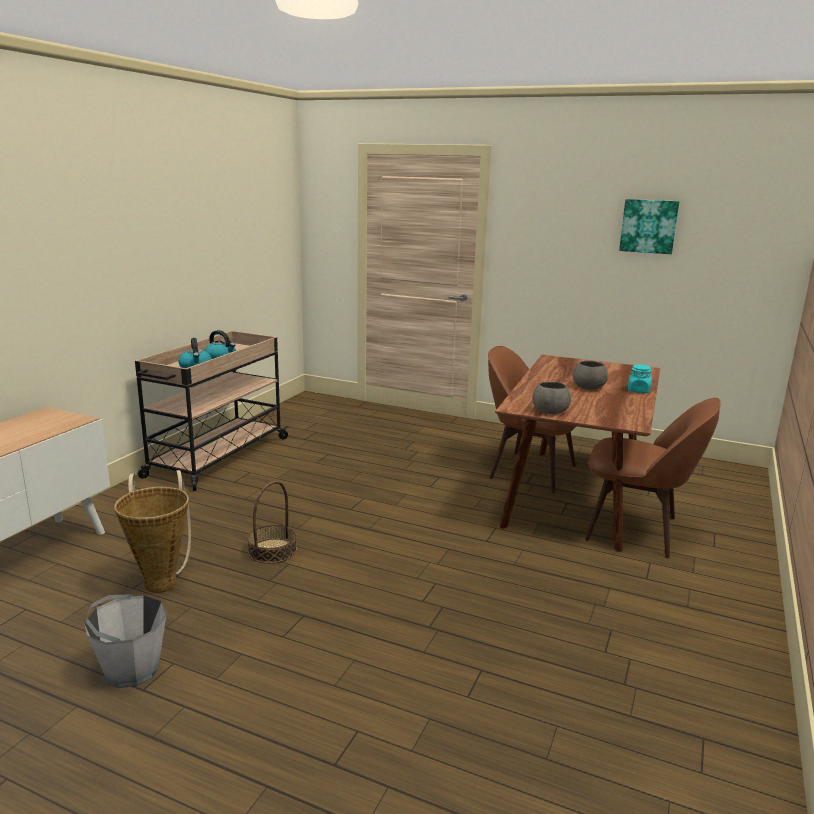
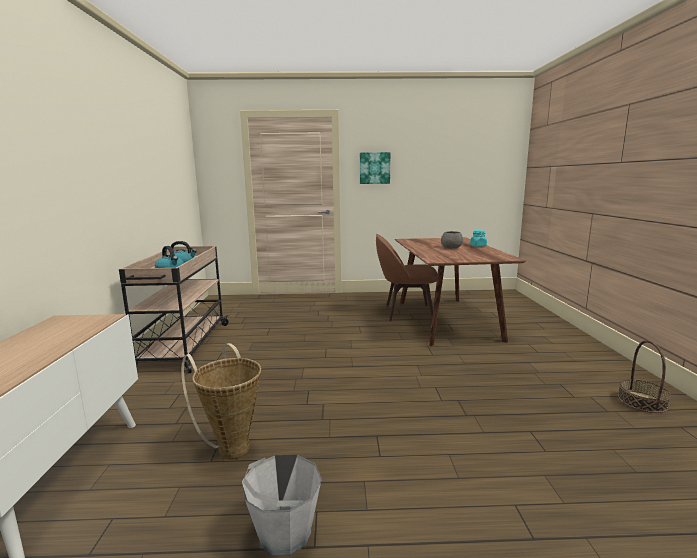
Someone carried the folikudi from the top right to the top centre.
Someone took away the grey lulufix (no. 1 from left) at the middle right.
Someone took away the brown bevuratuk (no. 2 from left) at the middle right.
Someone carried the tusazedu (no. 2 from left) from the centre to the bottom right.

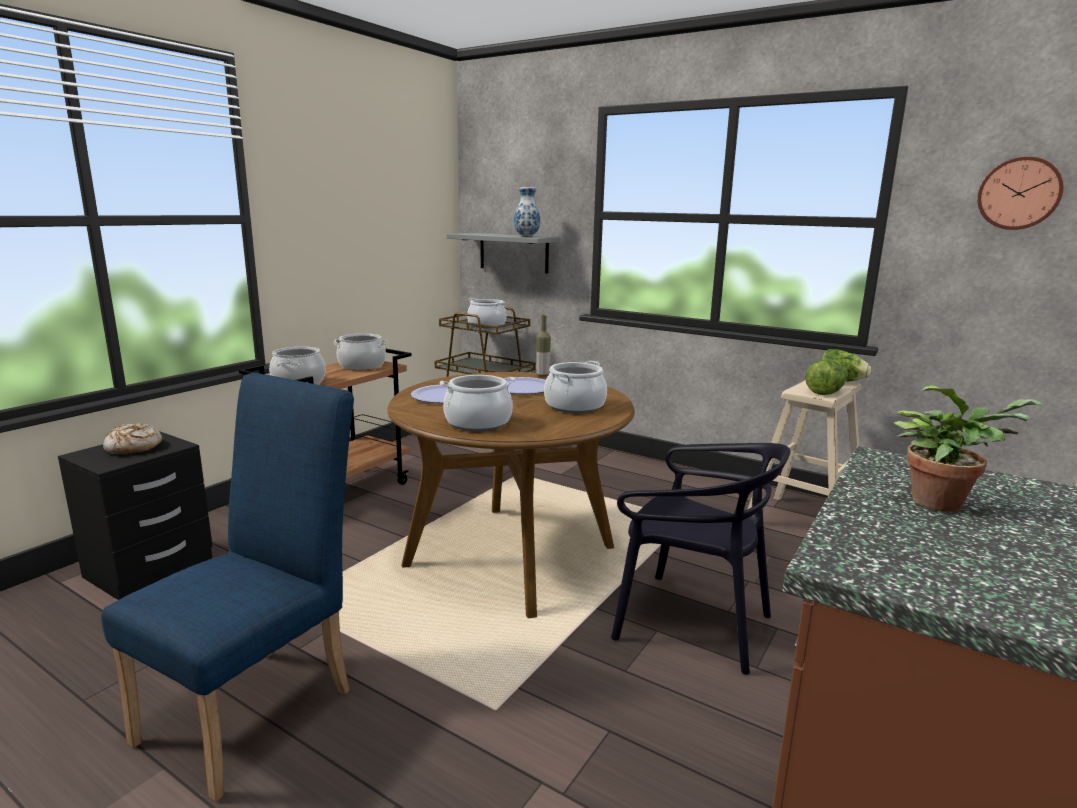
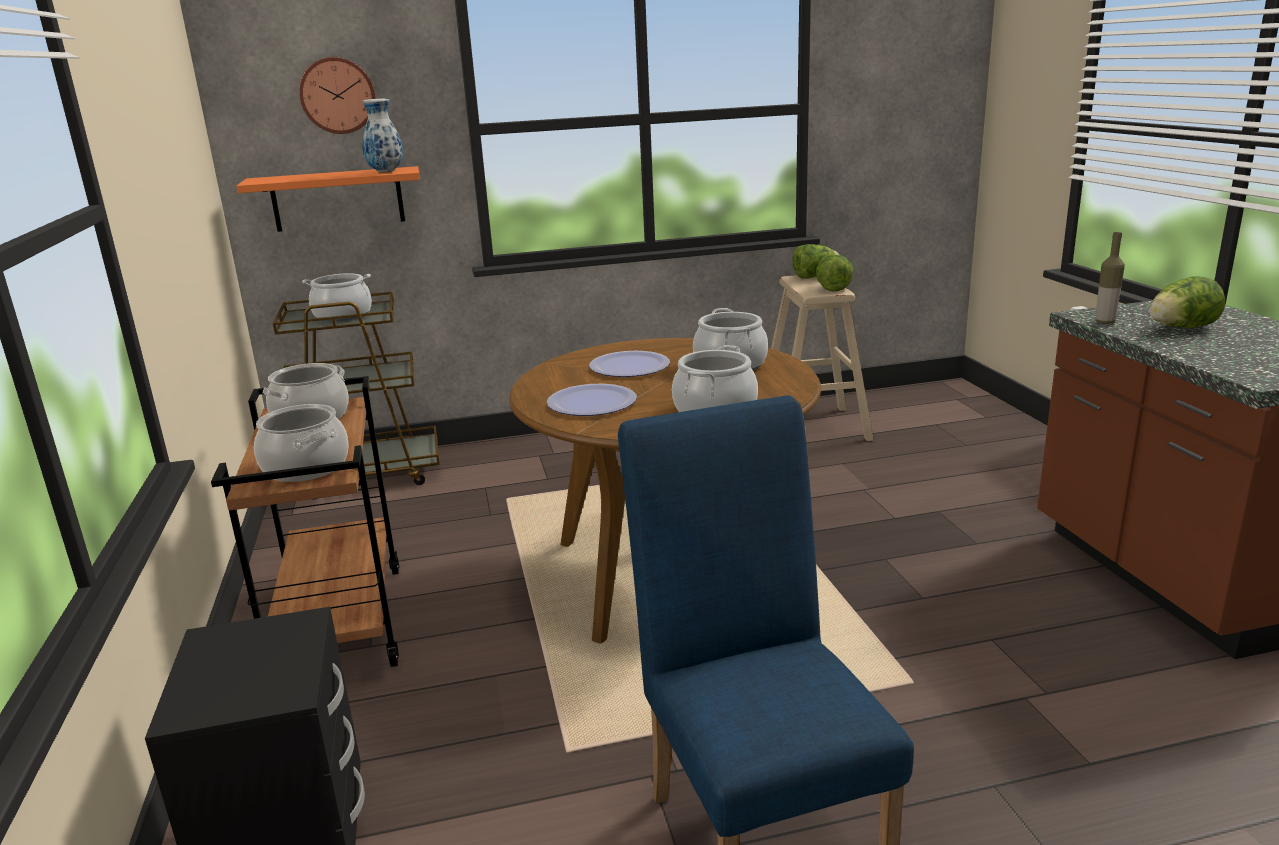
Someone carried the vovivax from the top right to the top left.
Someone repainted the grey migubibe at the top centre, which became the orange migubibe at the top left.
Someone carried the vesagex from the centre to the top right.
Someone swapped the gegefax at the middle right for the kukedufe (no. 3 from left) at the middle right.
Someone took away the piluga at the middle left.
Someone took away the black bevuratuk at the bottom centre.

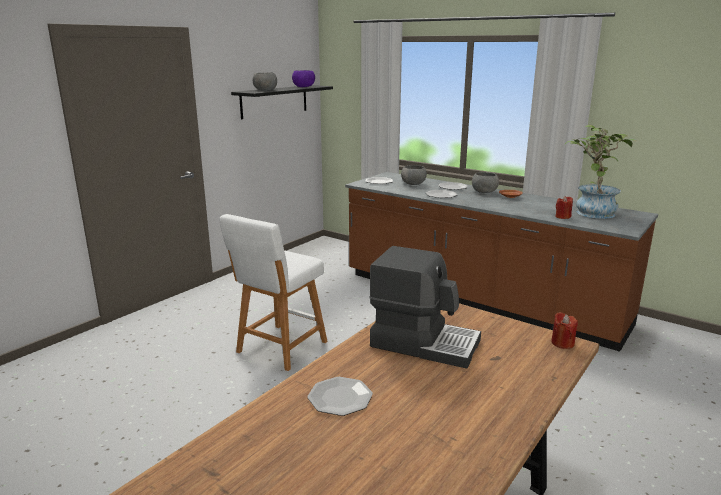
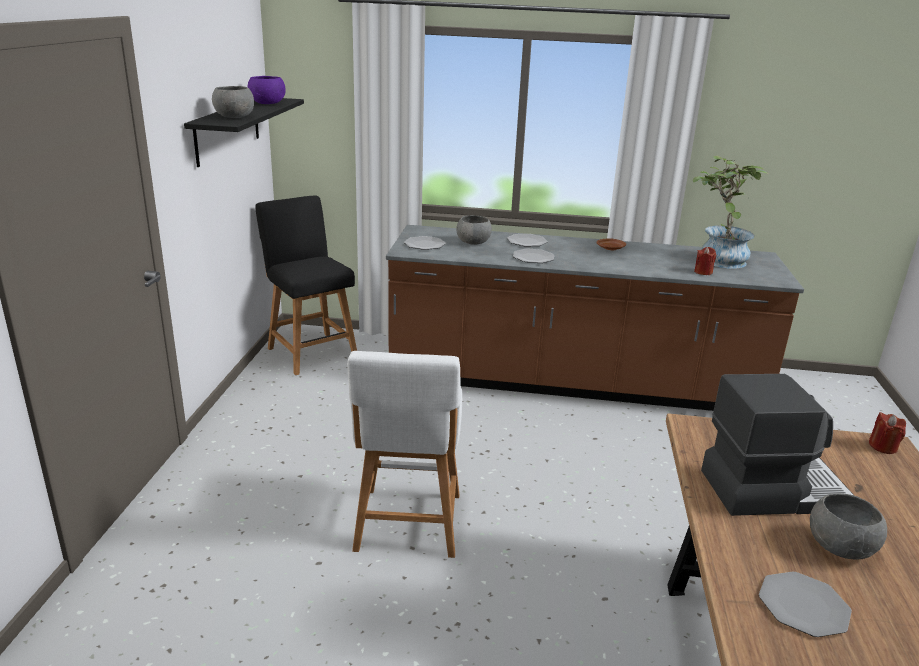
Someone carried the grey lulufix (no. 3 from left) from the middle right to the bottom right.
Someone put down the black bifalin at the middle left.

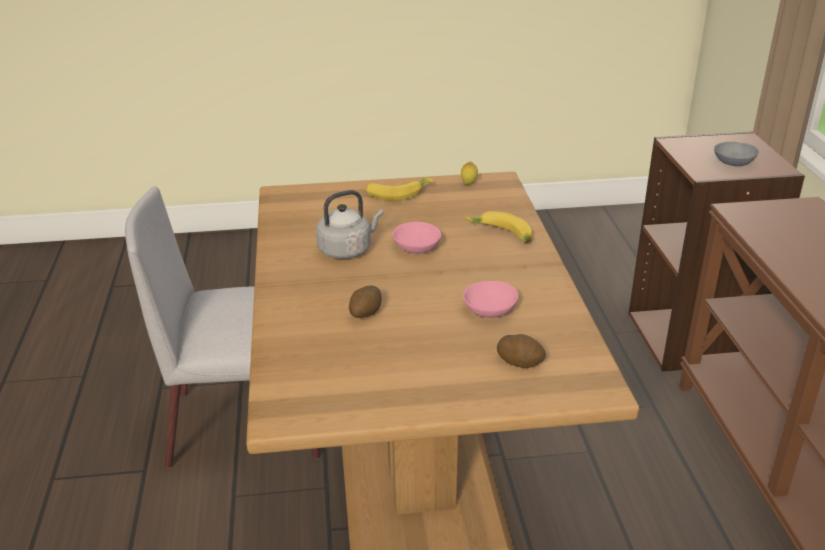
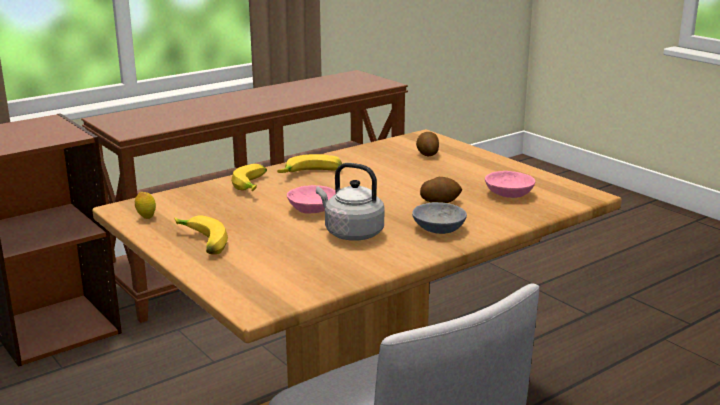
Someone carried the grey lulufix from the top right to the centre.
Someone carried the pink lulufix (no. 2 from left) from the centre to the middle right.
Someone put down the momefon (no. 3 from left) at the centre.

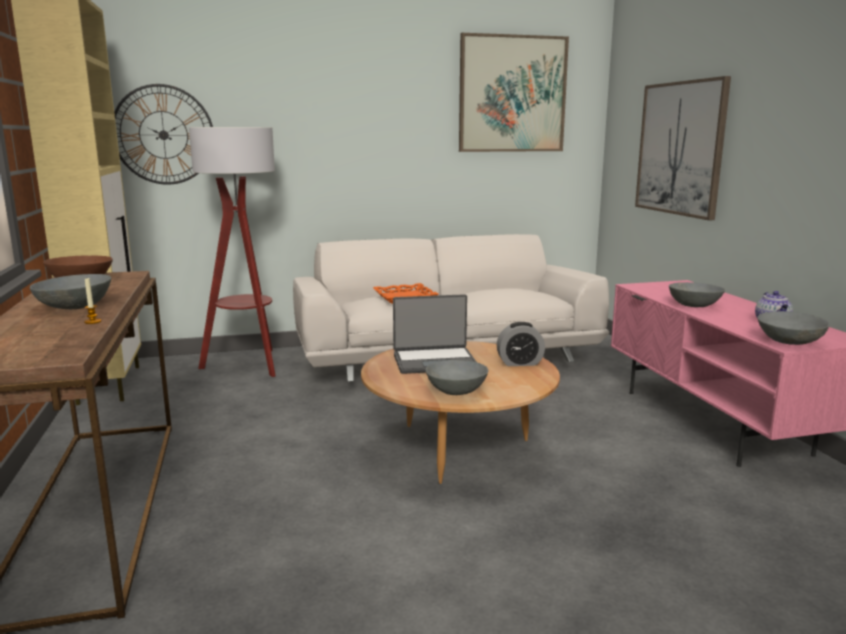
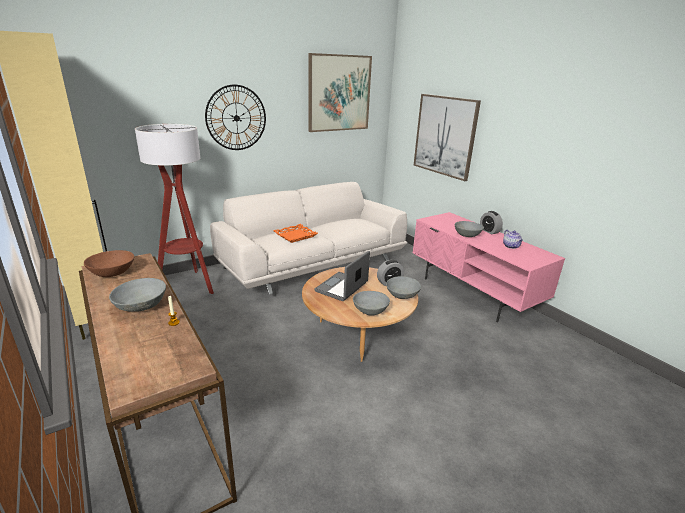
Someone carried the vovivax from the top left to the top centre.
Someone rotated the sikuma at the centre by 150 degrees clockwise.
Someone carried the grey lulufix (no. 4 from left in the first image) from the middle right to the centre.
Someone put down the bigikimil (no. 2 from left) at the middle right.

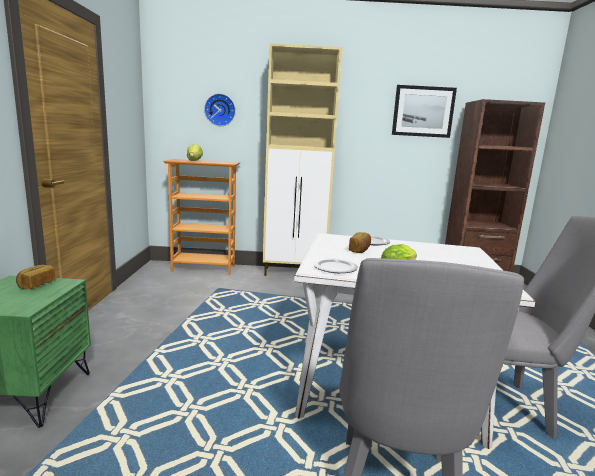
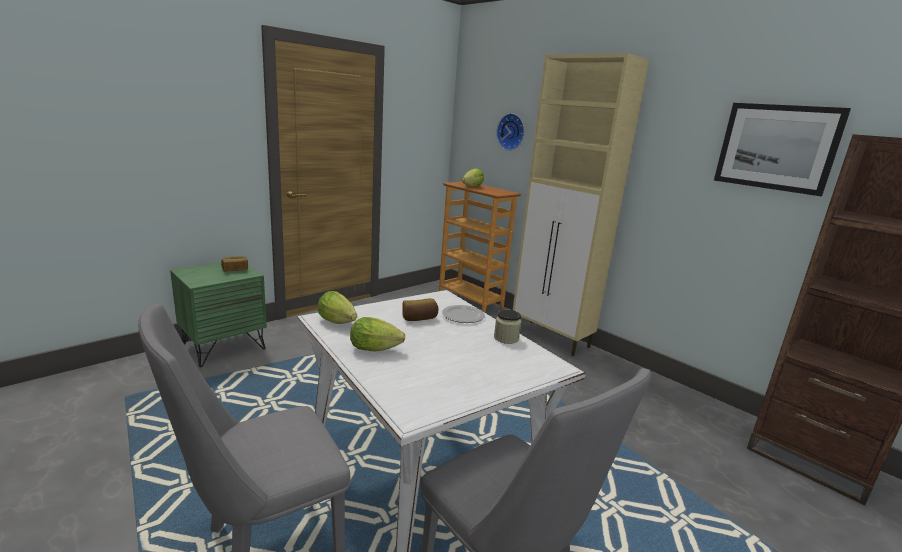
Someone swapped the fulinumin (no. 1 from left) at the centre for the kukedufe (no. 1 from left) at the centre.
Someone put down the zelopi at the centre.

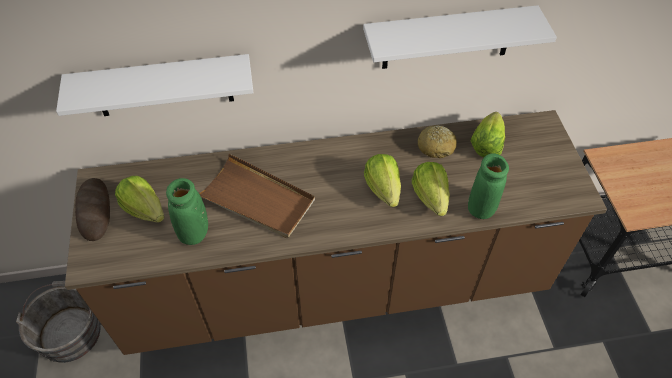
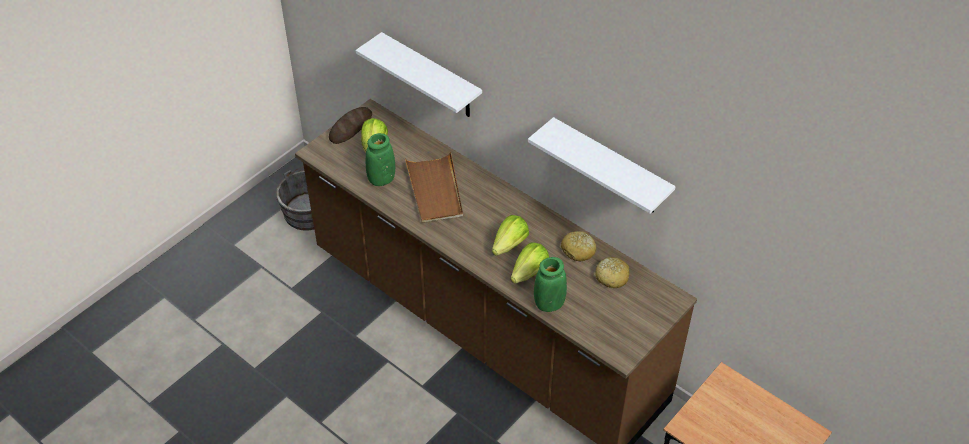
Someone swapped the kukedufe (no. 4 from left) at the middle right for the piluga (no. 3 from left) at the centre.

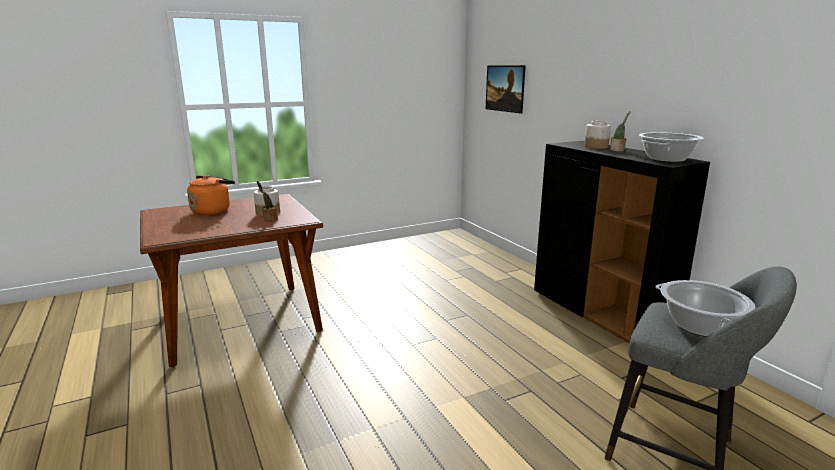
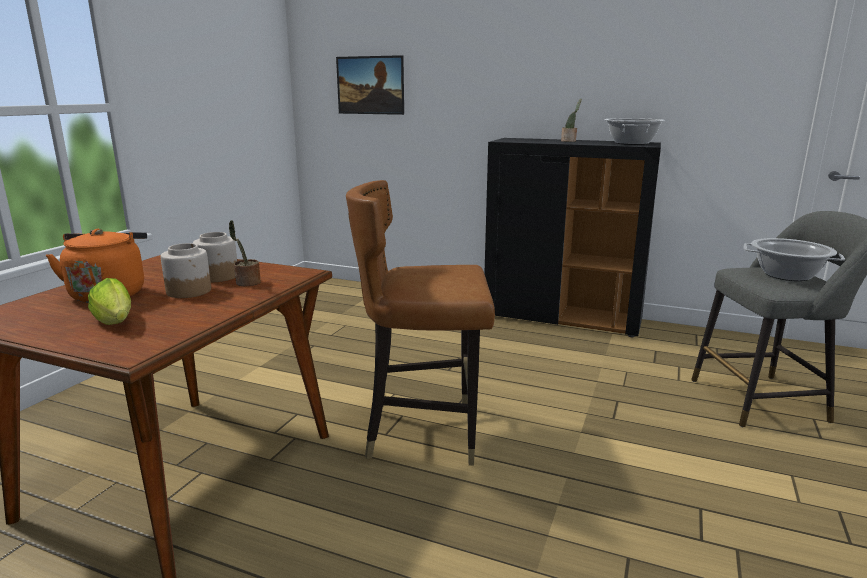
Someone carried the zelopi (no. 2 from left in the first image) from the top right to the middle left.
Someone put down the brown bevuratuk at the centre.
Someone put down the kukedufe at the middle left.

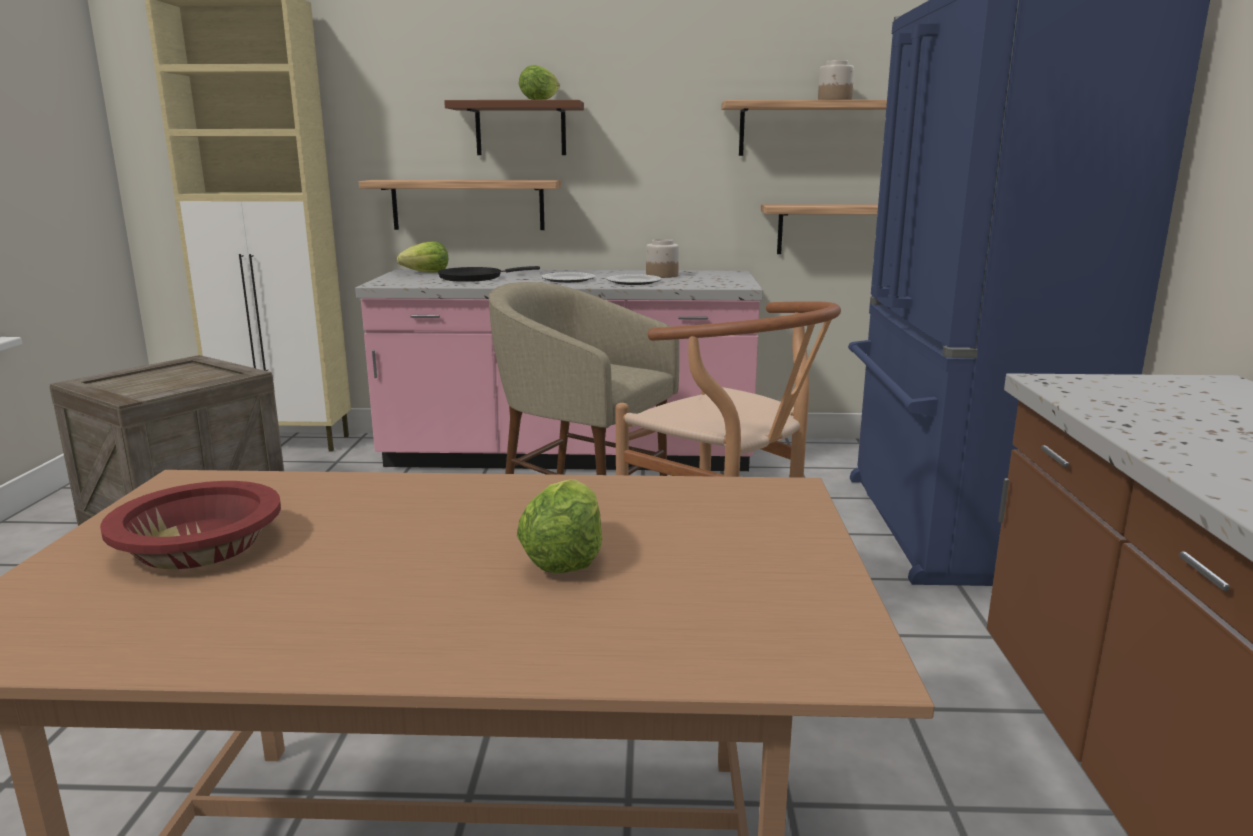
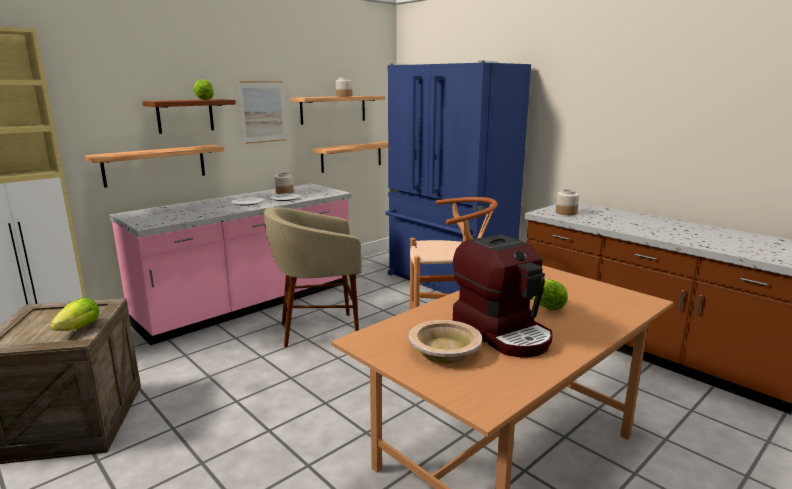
Someone carried the kukedufe (no. 1 from left) from the top centre to the middle left.
Someone took away the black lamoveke at the top centre.
Someone repainted the red lulufix at the middle left, which became the beige lulufix at the bottom centre.
Someone put up the folikudi at the top left.
Someone put down the zelopi (no. 3 from left) at the middle right.
Someone put down the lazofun at the centre.

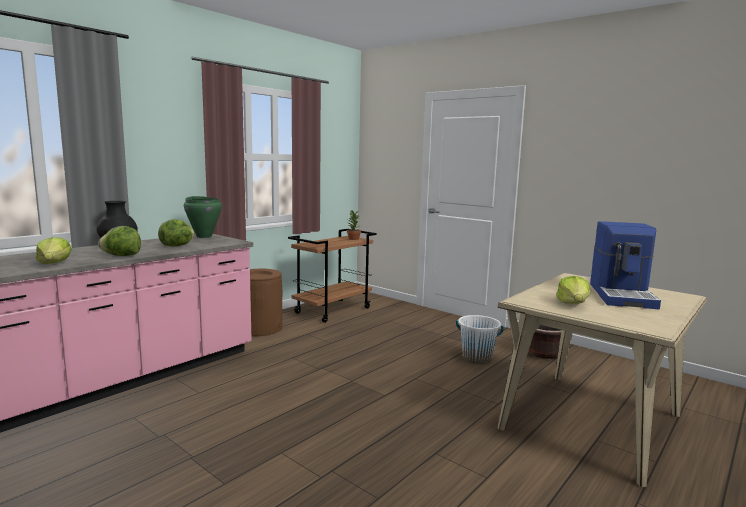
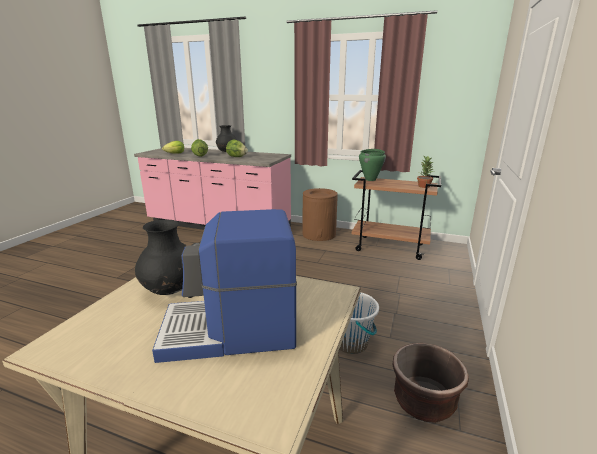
Someone carried the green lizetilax from the middle left to the centre.
Someone swapped the kukedufe (no. 4 from left) at the middle right for the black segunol (no. 1 from left) at the middle left.

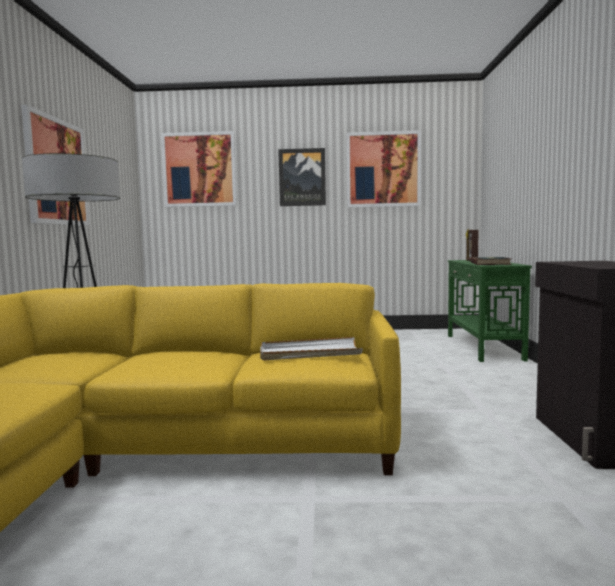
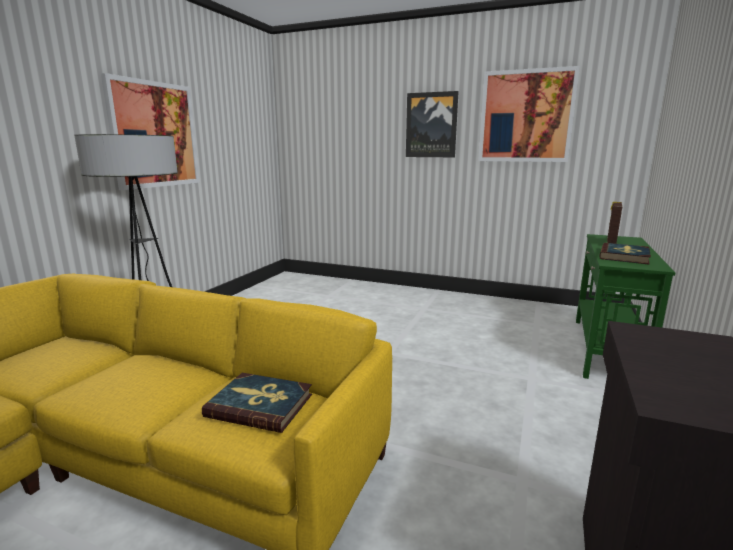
Someone took away the folikudi (no. 2 from left) at the top left.
Someone swapped the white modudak at the centre for the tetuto (no. 1 from left) at the bottom centre.

